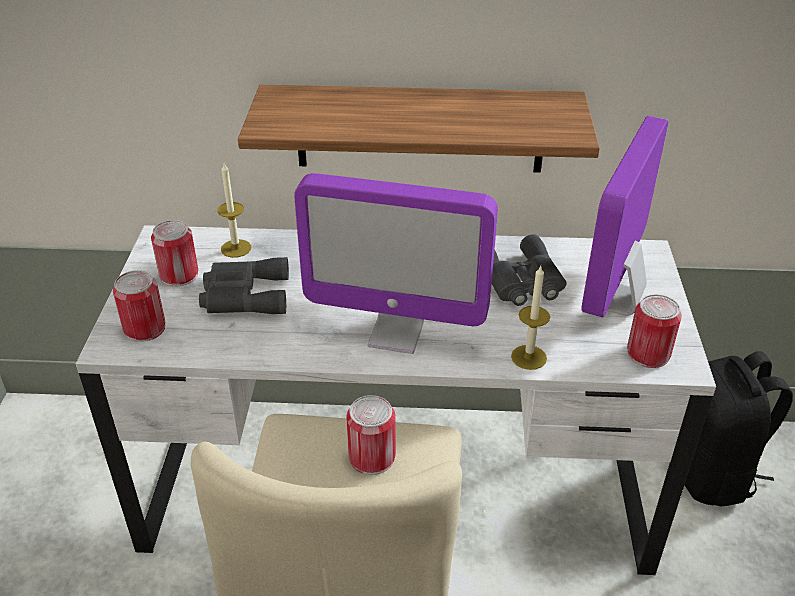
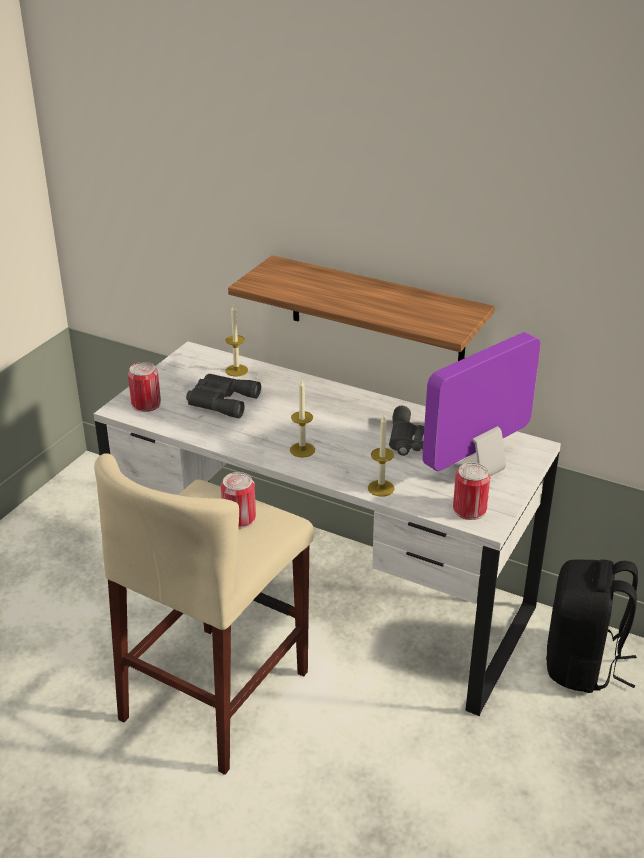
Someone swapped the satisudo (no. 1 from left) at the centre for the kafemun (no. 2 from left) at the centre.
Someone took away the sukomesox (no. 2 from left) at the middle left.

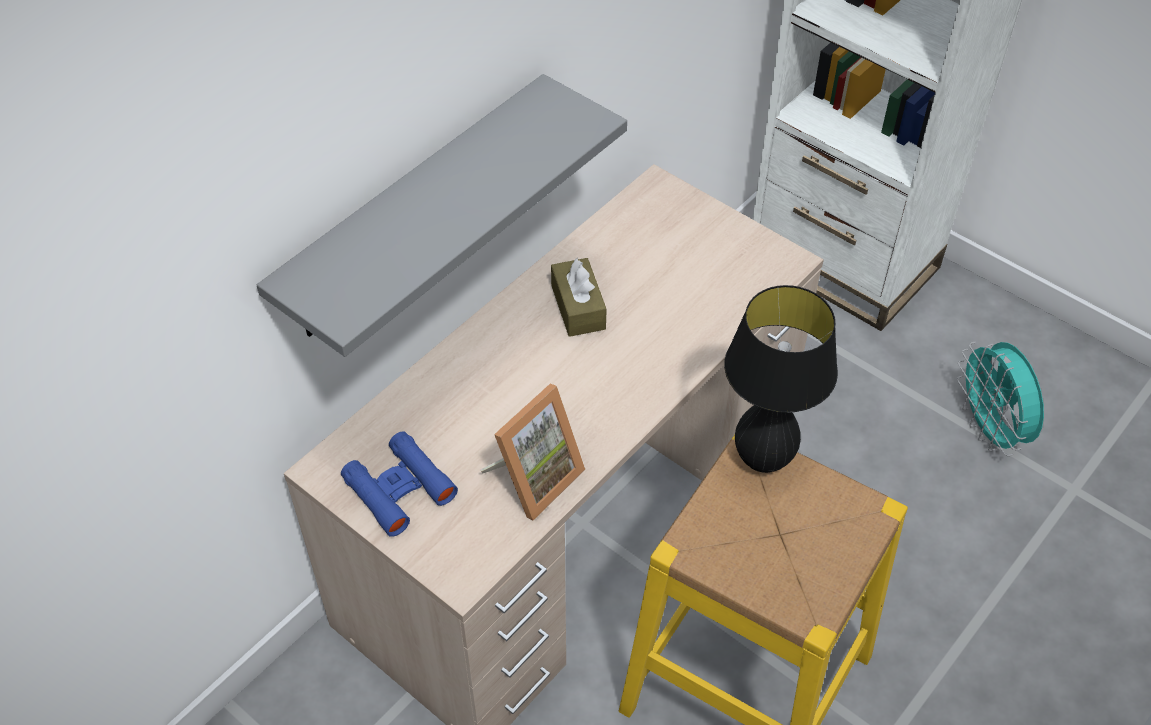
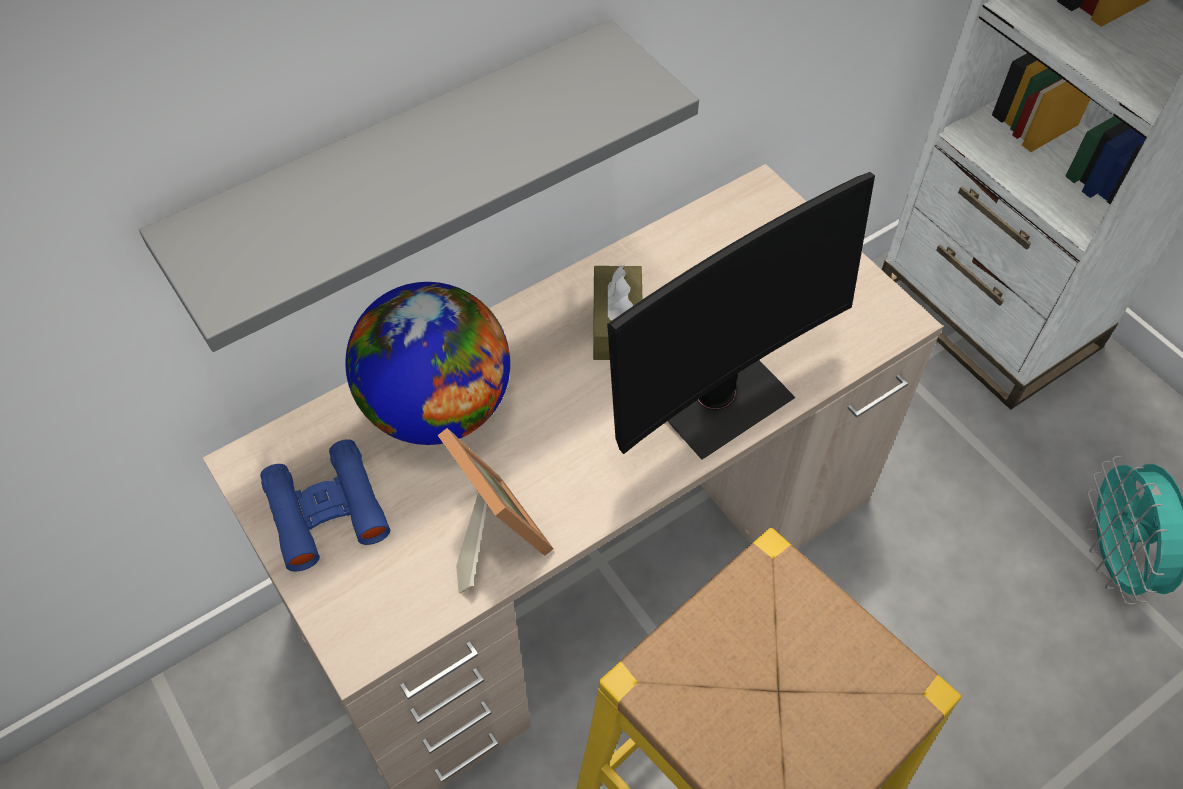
Someone took away the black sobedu at the middle right.
Someone rotated the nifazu at the centre by 90 degrees counterclockwise.
Someone put down the satisudo at the centre.
Someone put down the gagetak at the centre.

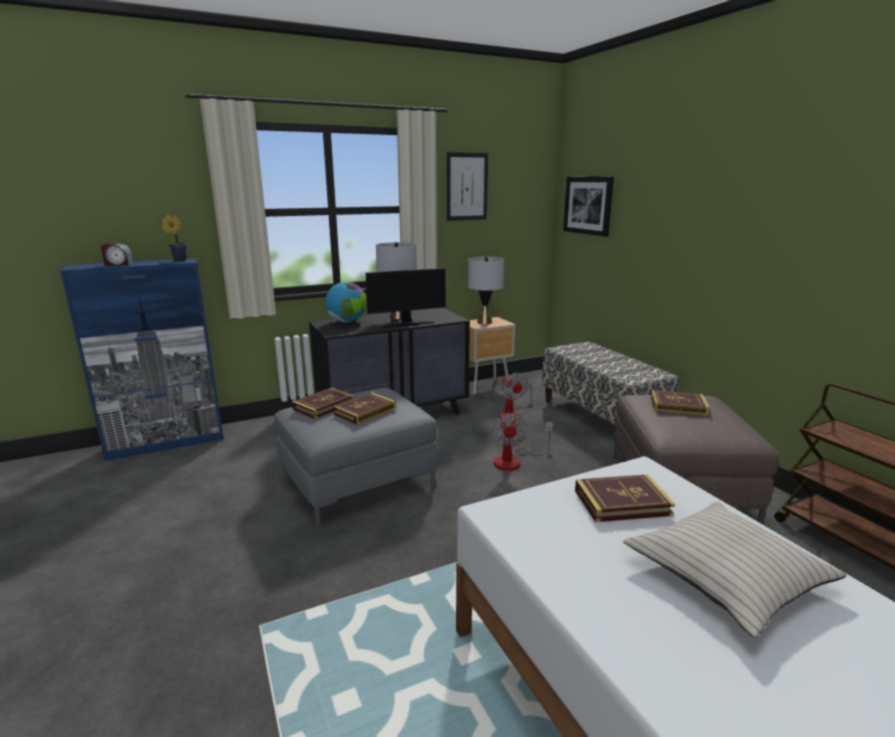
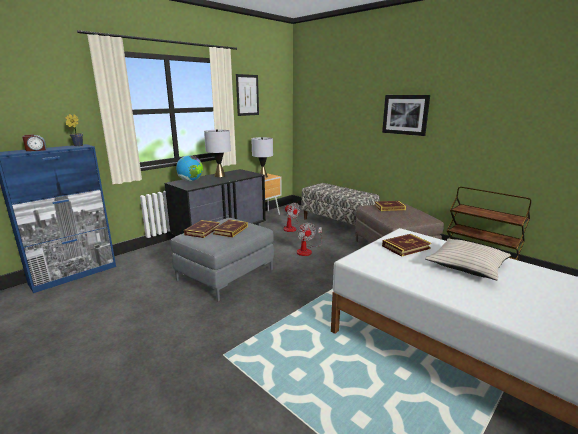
Someone carried the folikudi (no. 2 from left) from the top centre to the top right.
Someone took away the satisudo at the centre.

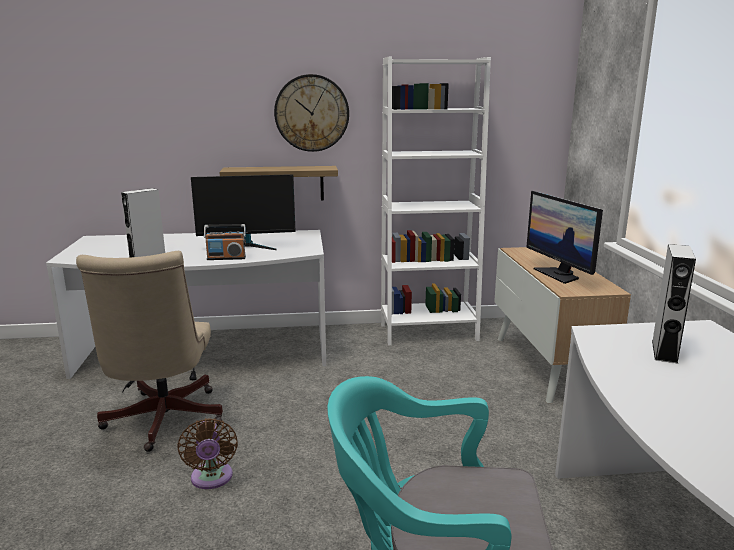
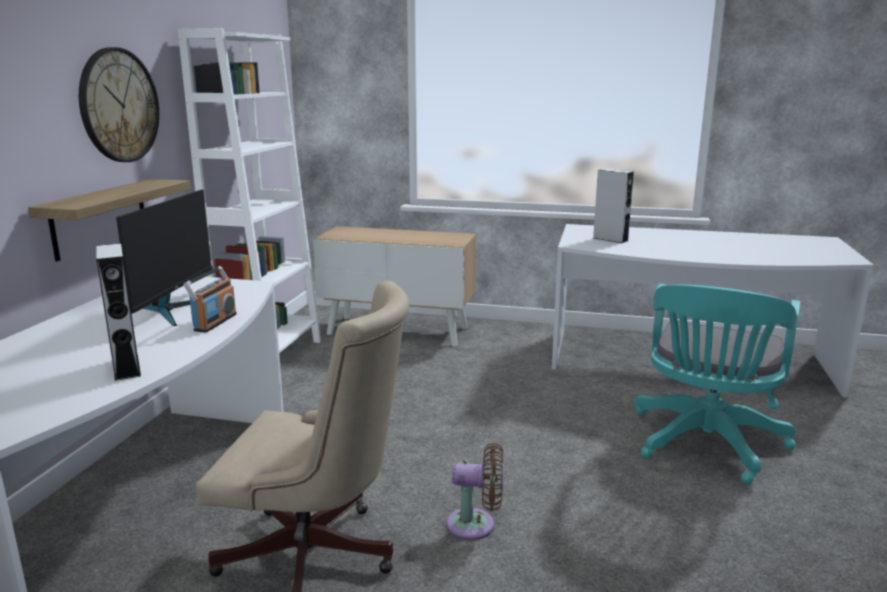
Someone took away the satisudo (no. 2 from left) at the middle right.

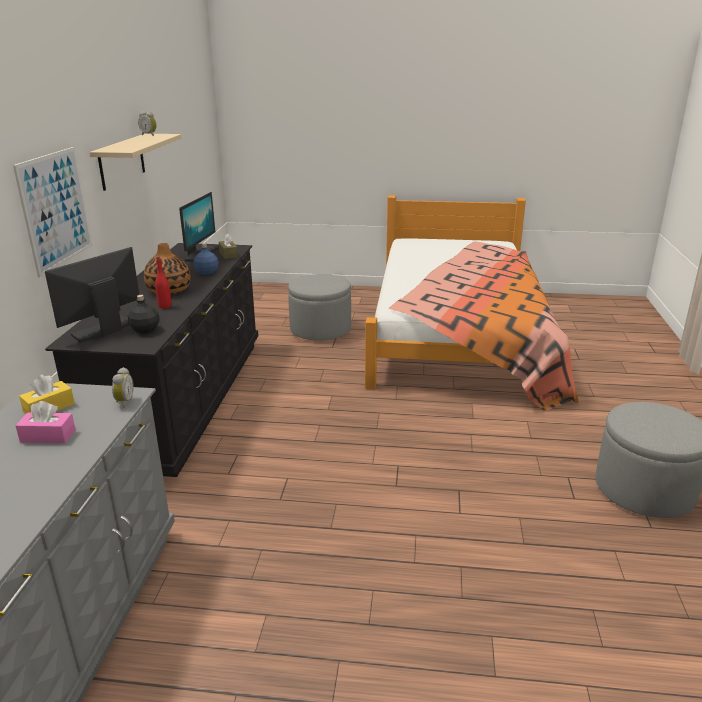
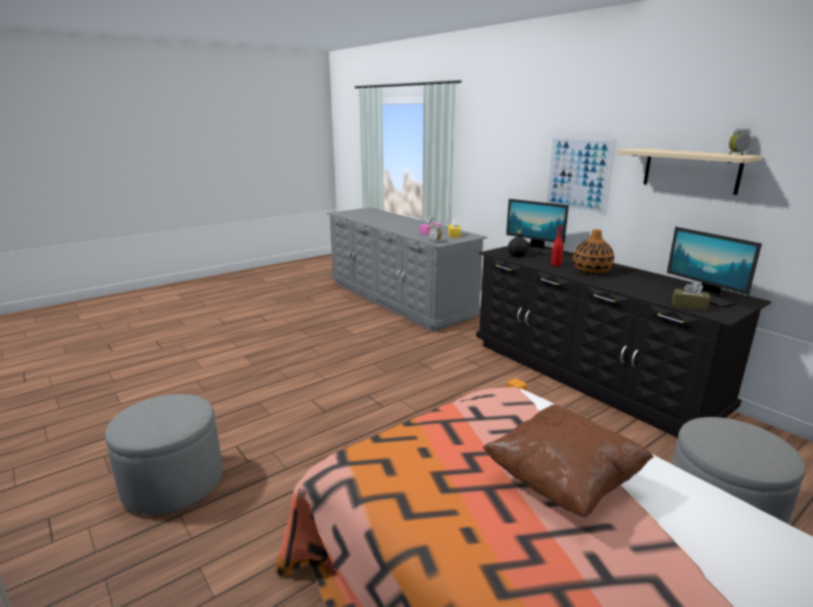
Someone took away the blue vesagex at the middle left.
Someone rotated the satisudo (no. 1 from left) at the middle left by 135 degrees clockwise.
Someone put down the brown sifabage at the bottom right.

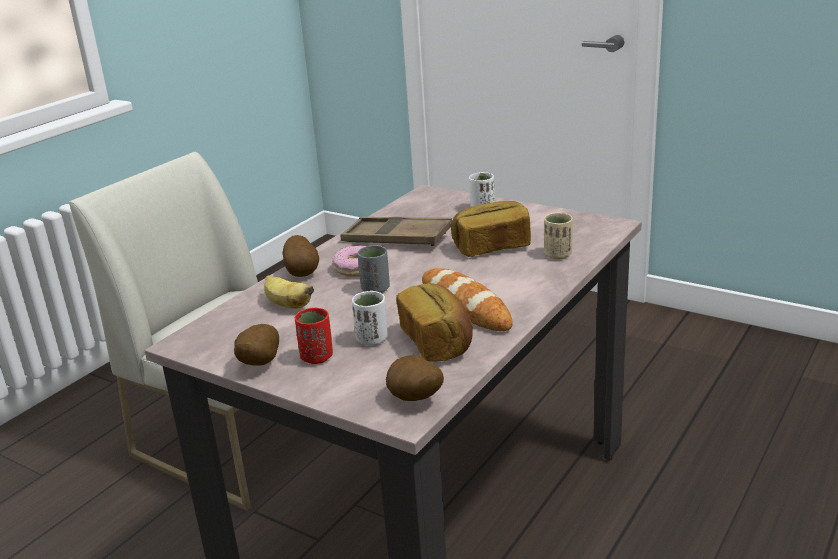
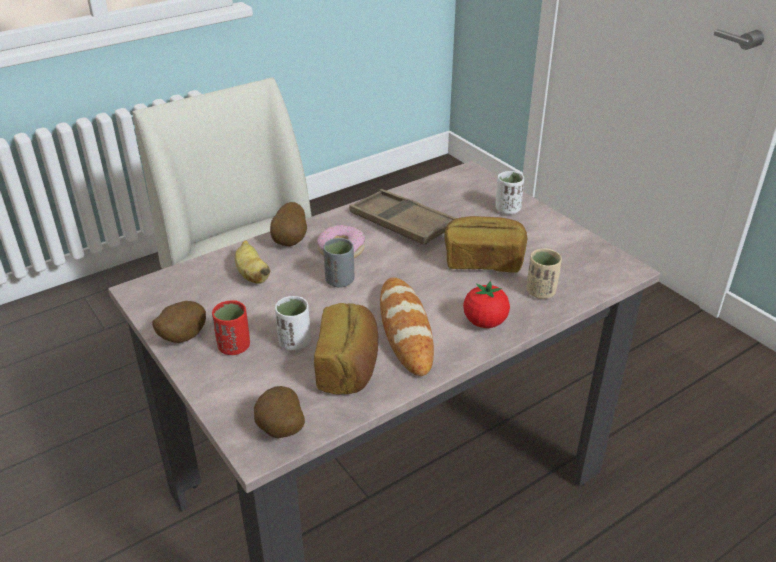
Someone put down the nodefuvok at the centre.

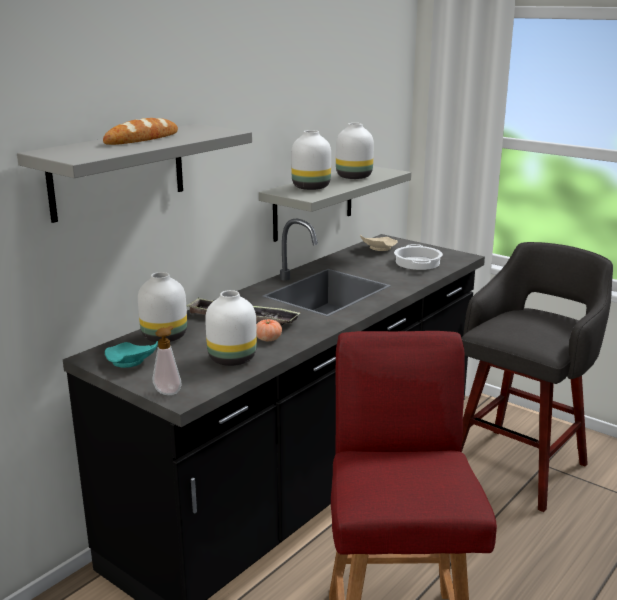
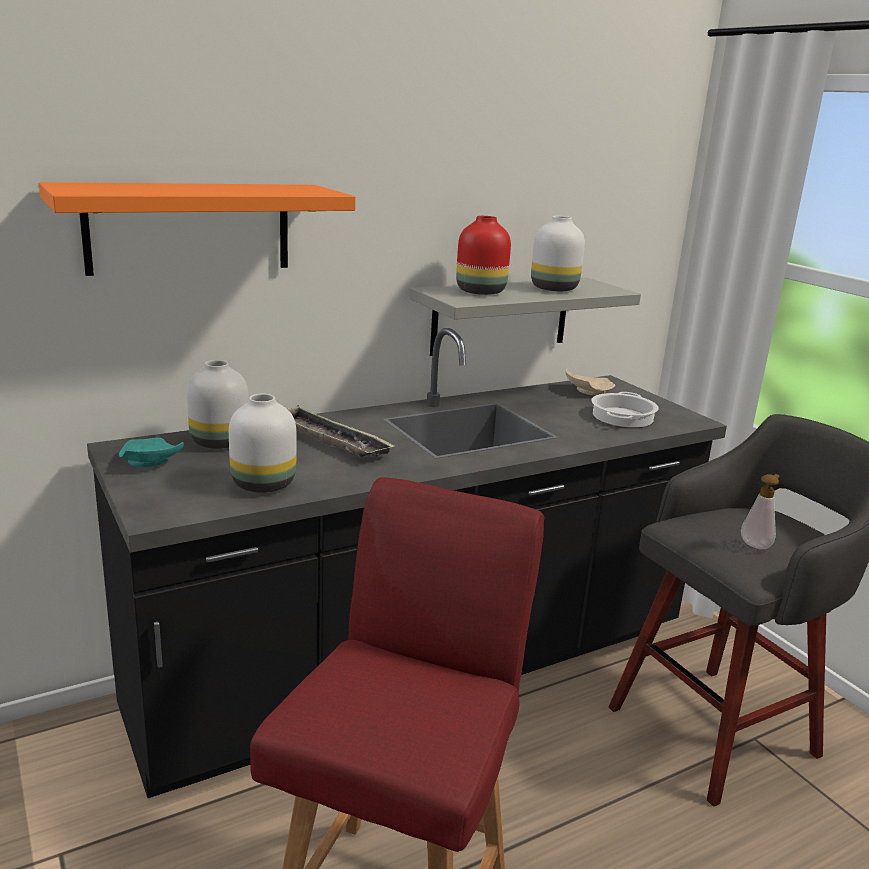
Someone took away the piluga at the top left.
Someone repainted the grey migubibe (no. 1 from left) at the top left, which became the orange migubibe at the top left.
Someone repainted the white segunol (no. 3 from left) at the top centre, which became the red segunol at the top centre.
Someone took away the nodefuvok at the centre.
Someone carried the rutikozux from the middle left to the middle right.

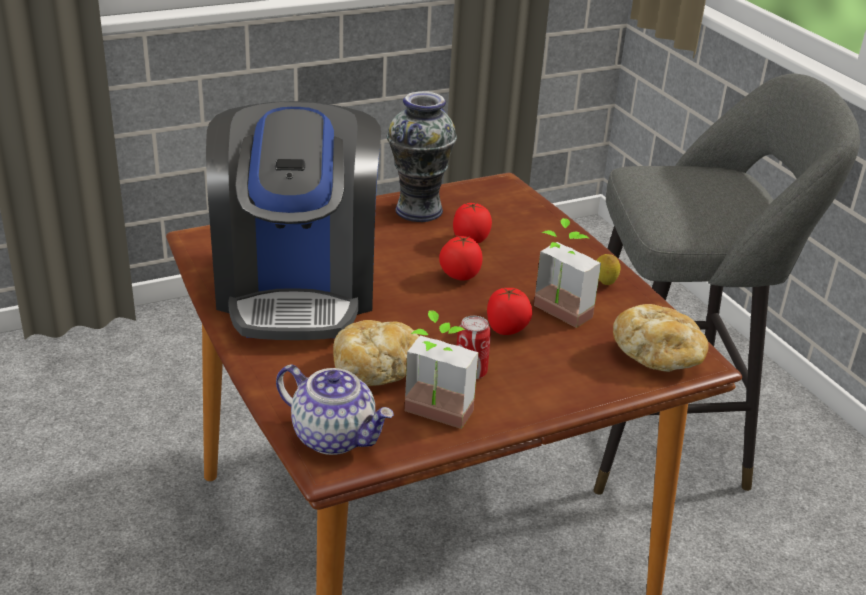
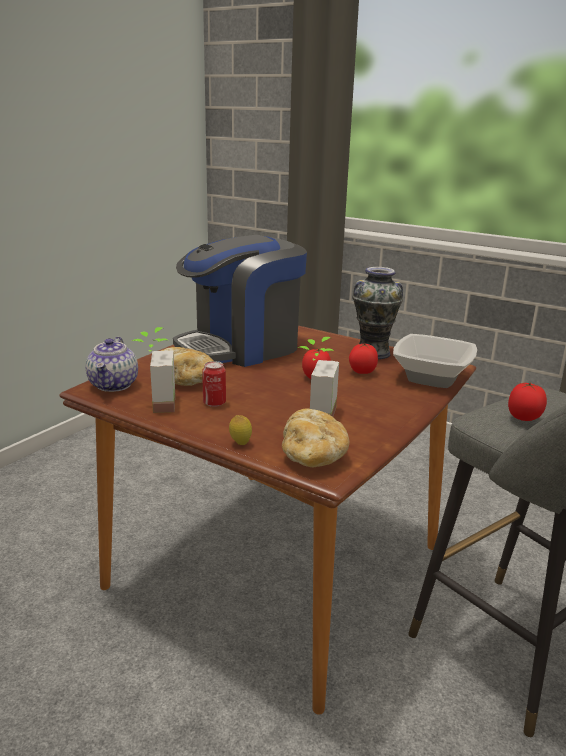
Someone carried the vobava from the middle right to the centre.
Someone carried the nodefuvok (no. 3 from left) from the centre to the middle right.
Someone put down the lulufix at the middle right.

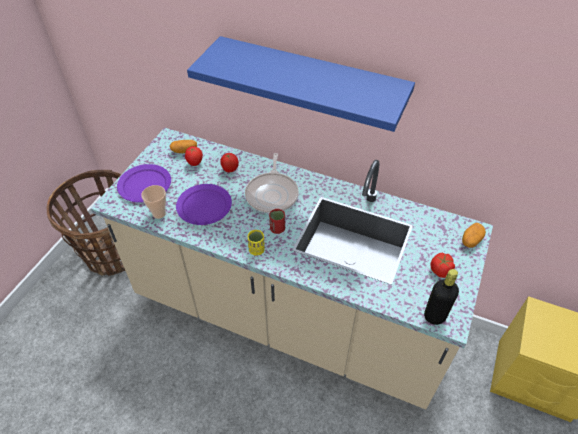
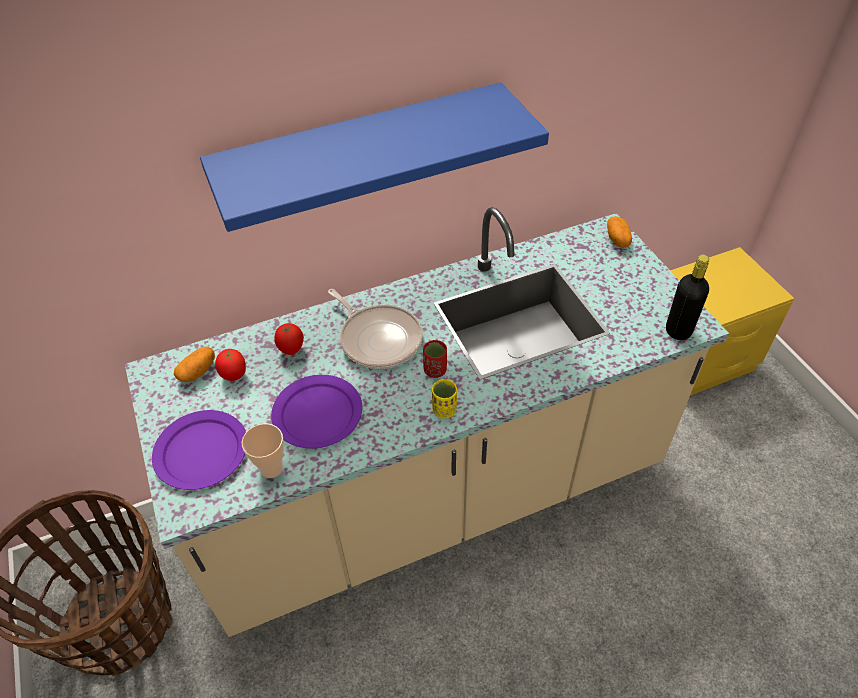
Someone took away the nodefuvok (no. 3 from left) at the middle right.

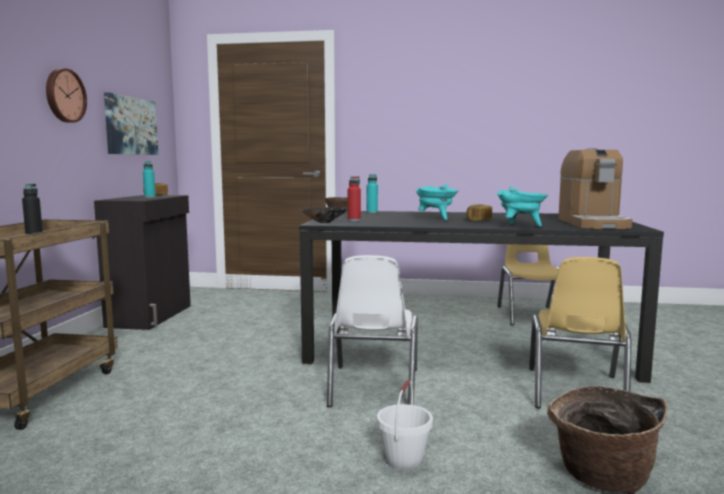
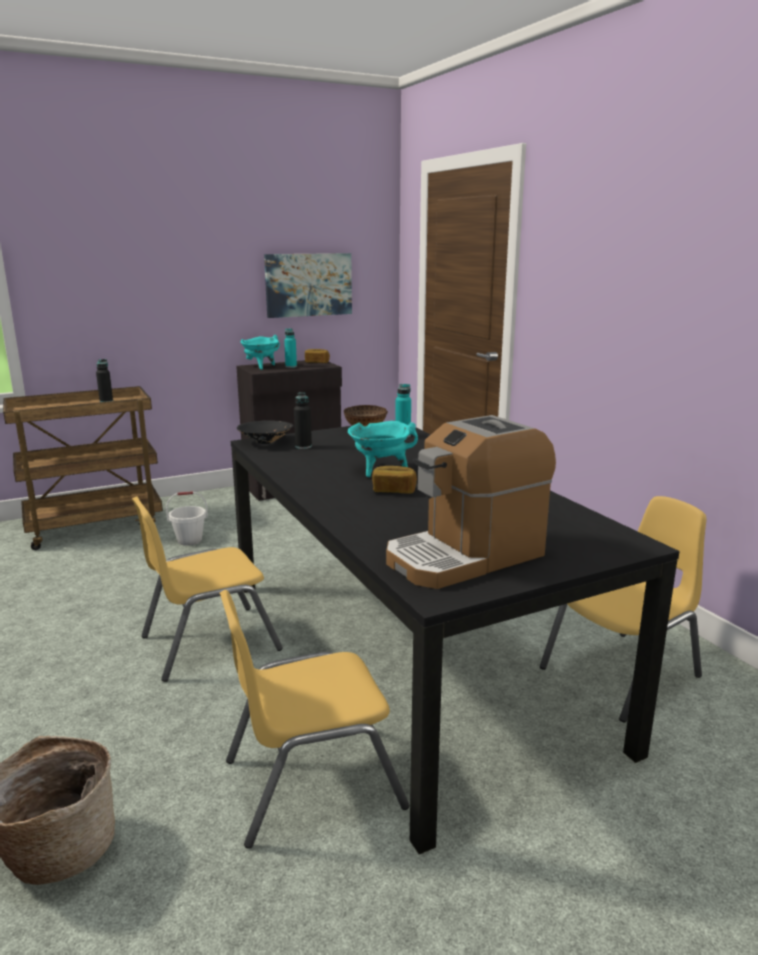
Someone took away the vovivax at the top left.
Someone repainted the red vesagex at the centre, which became the black vesagex (no. 2 from left) at the centre.
Someone carried the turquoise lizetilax (no. 2 from left in the first image) from the middle right to the centre.
Someone repainted the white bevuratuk at the bottom centre, which became the yellow bevuratuk (no. 1 from left) at the middle left.
Someone carried the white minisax from the bottom centre to the middle left.

